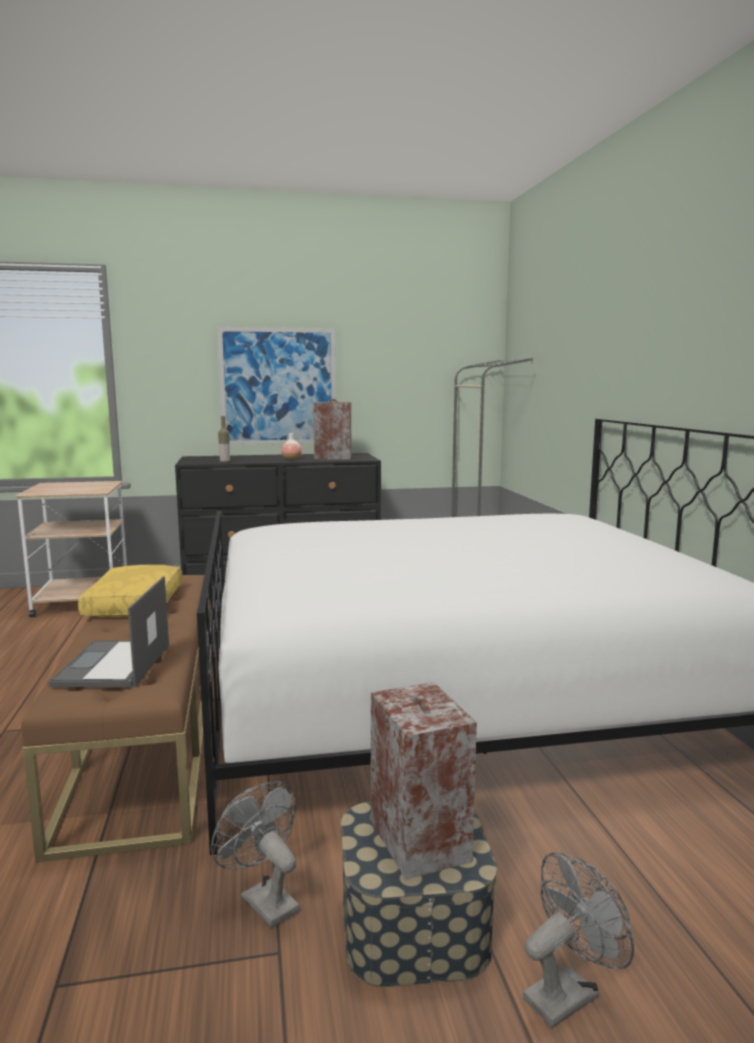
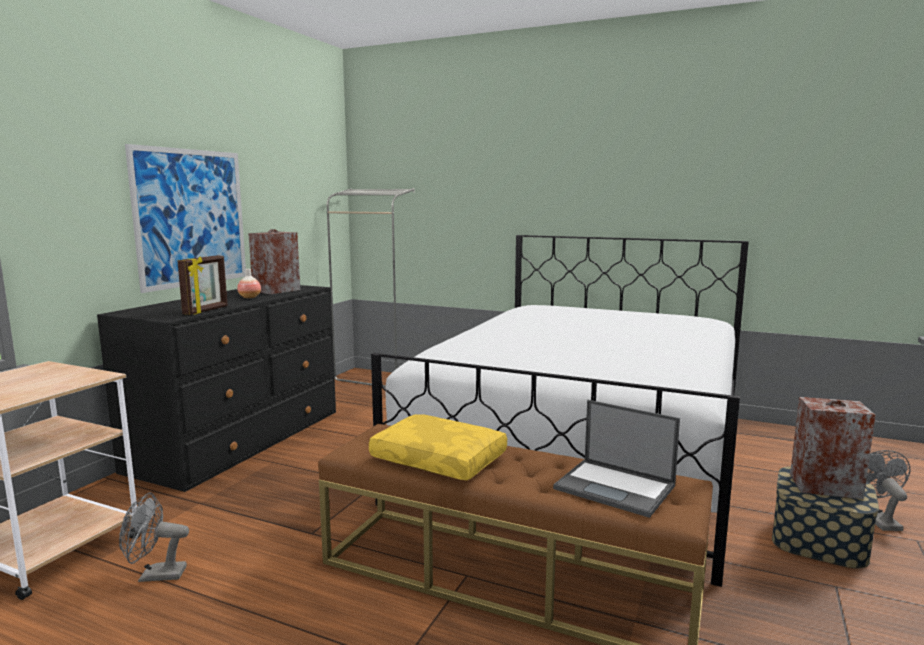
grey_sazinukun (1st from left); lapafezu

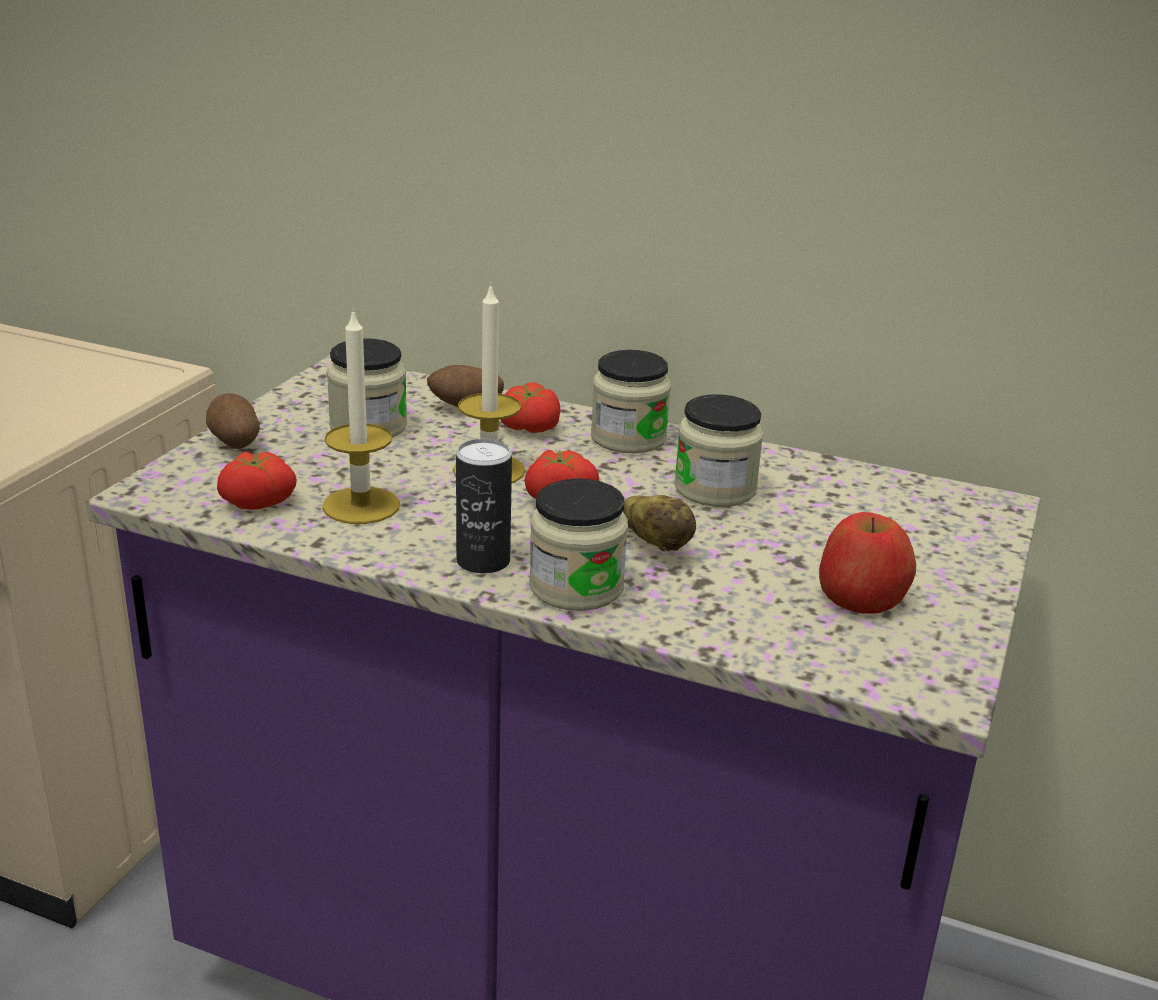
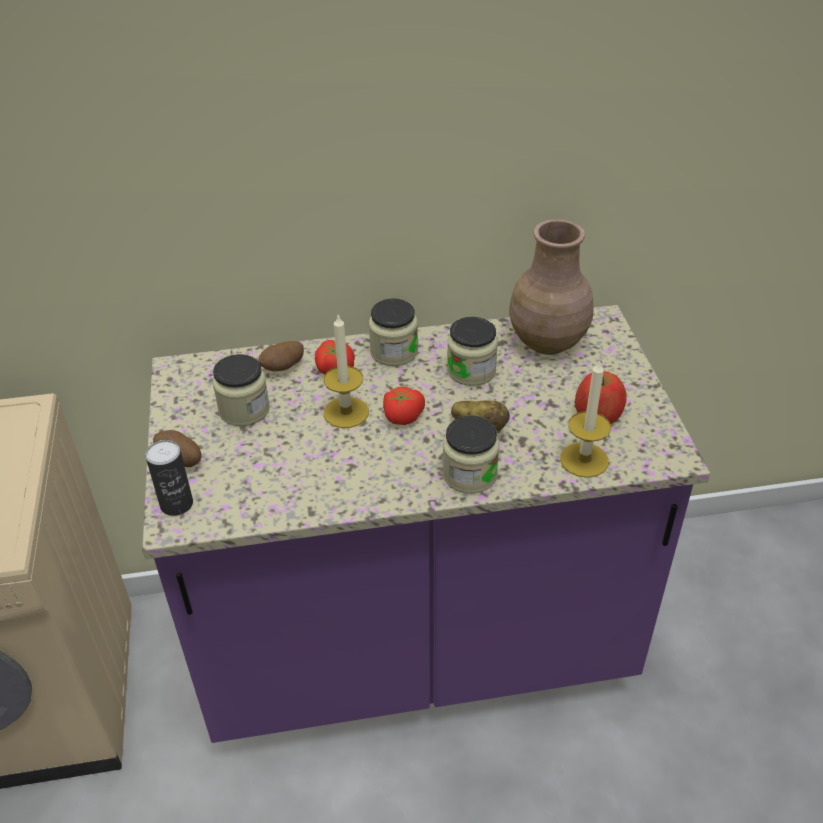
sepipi (1st from left in the first image); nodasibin (2nd from left); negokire; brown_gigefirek

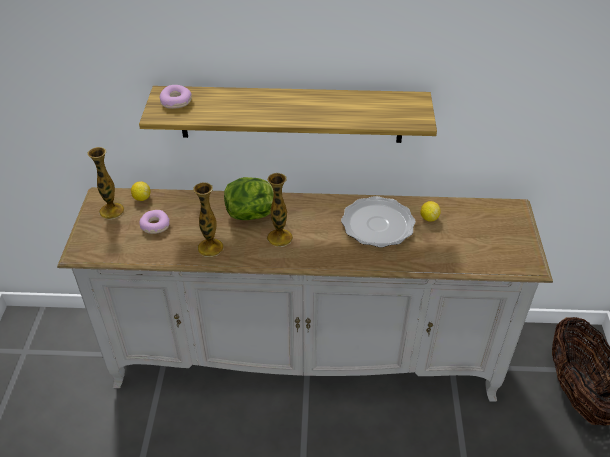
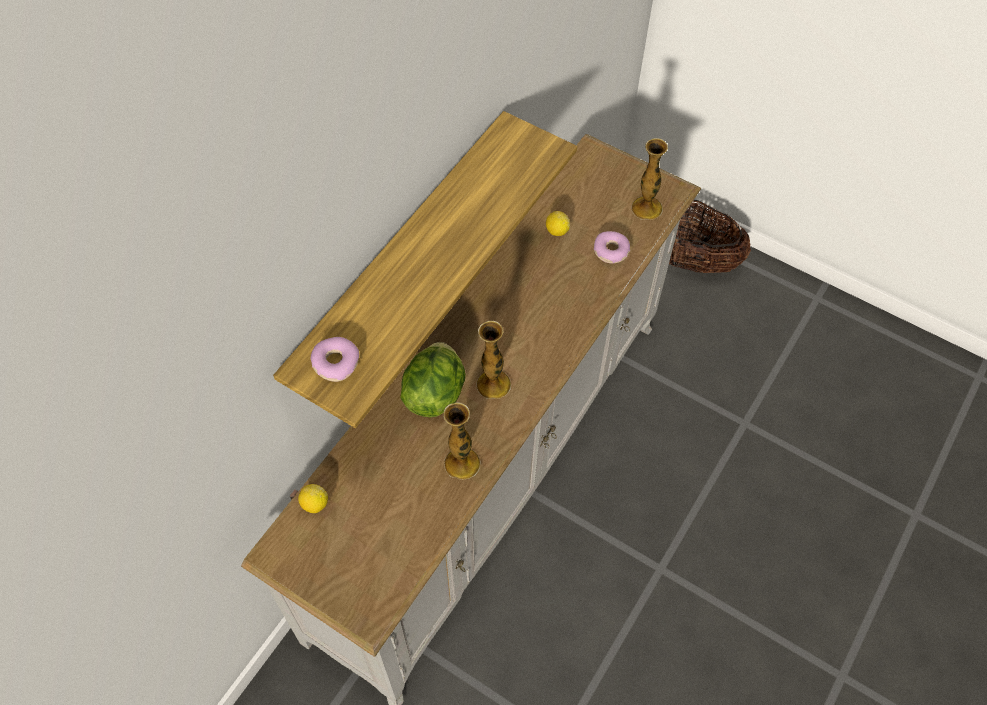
gigefirek (3rd from left); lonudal (2nd from left); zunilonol

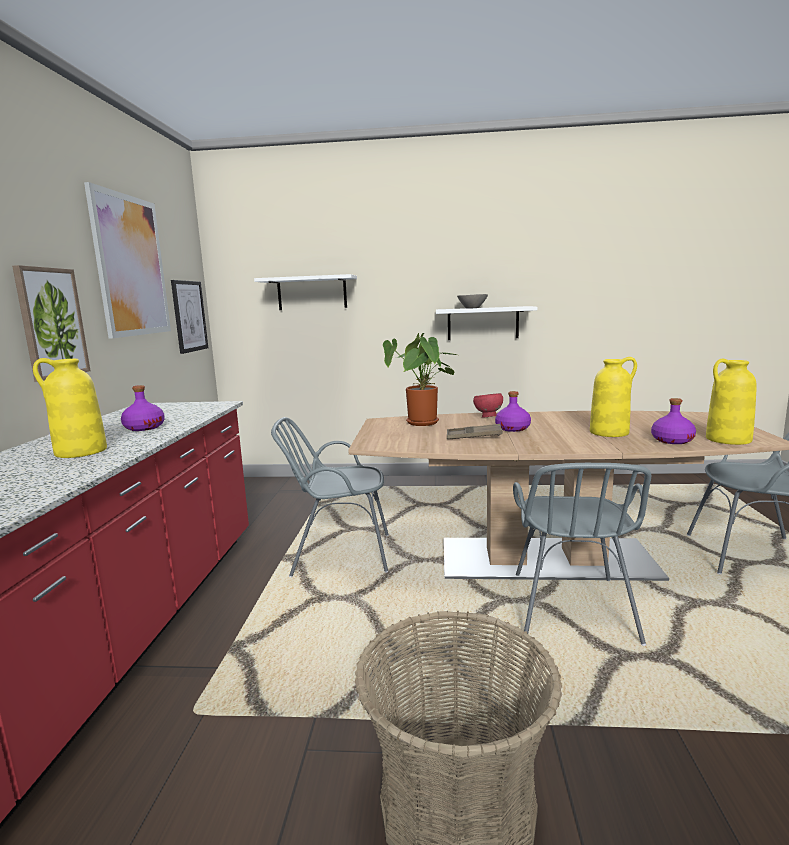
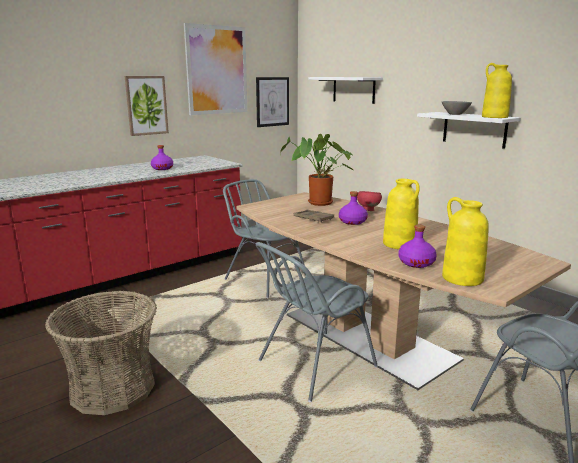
yellow_gigefirek (3rd from left)

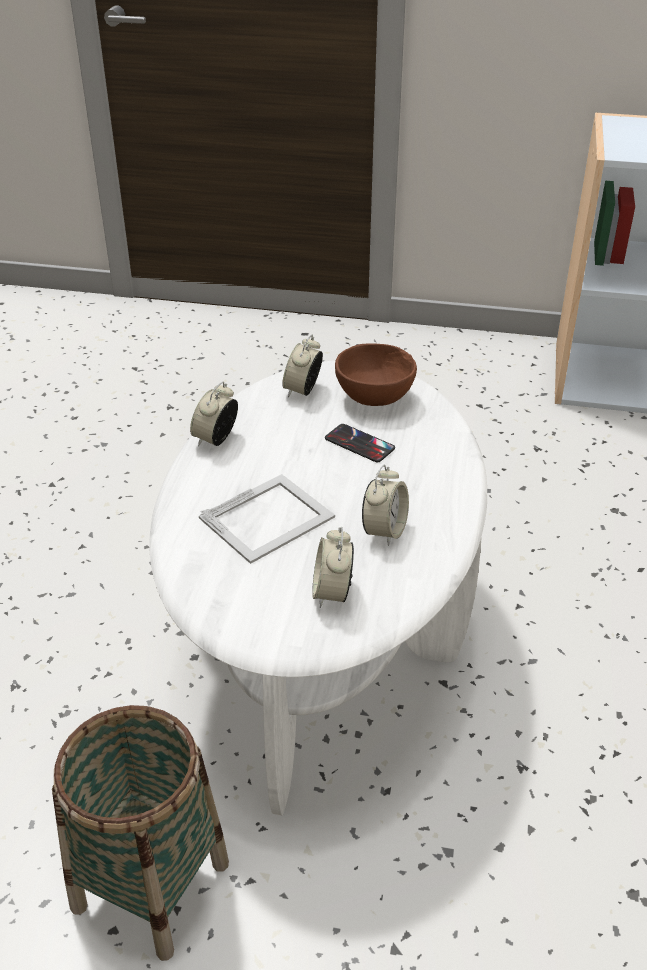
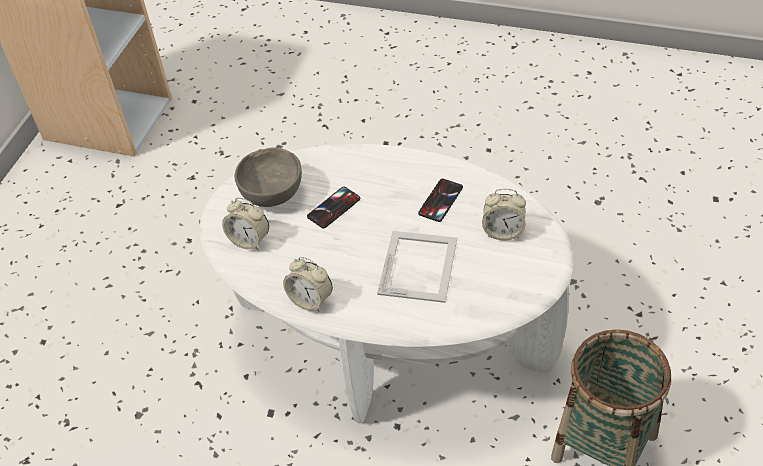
lapafezu; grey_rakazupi; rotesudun (2nd from left)

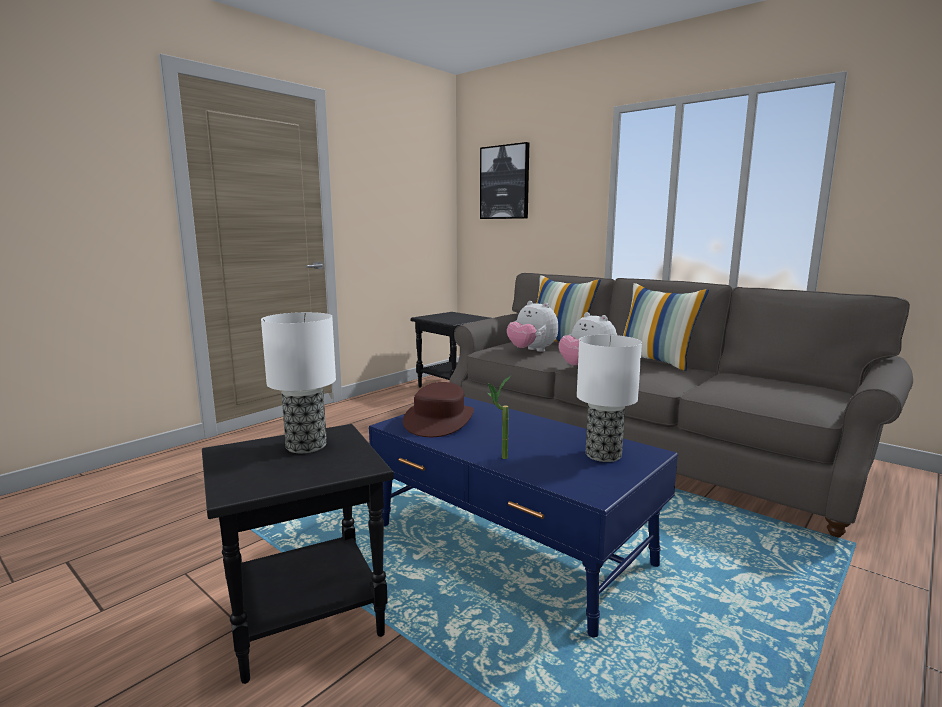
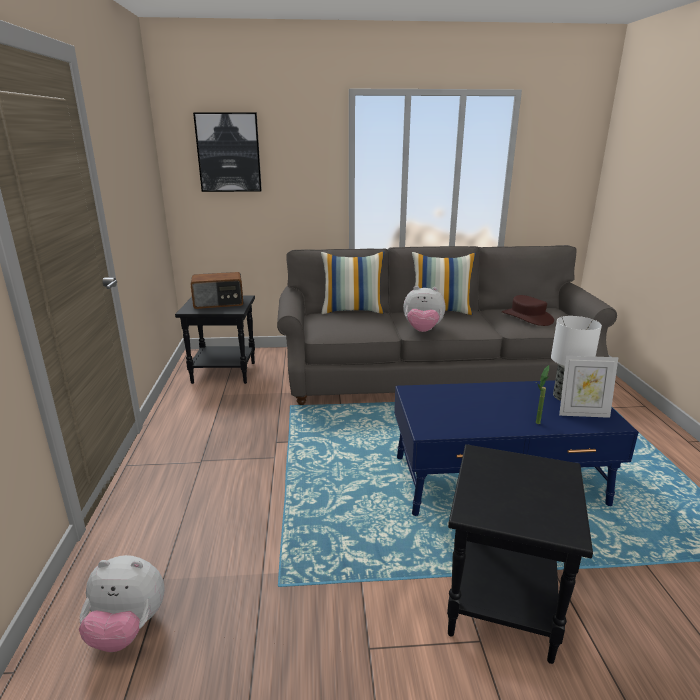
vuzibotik (1st from left in the first image); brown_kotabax; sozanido (1st from left); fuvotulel; lapafezu

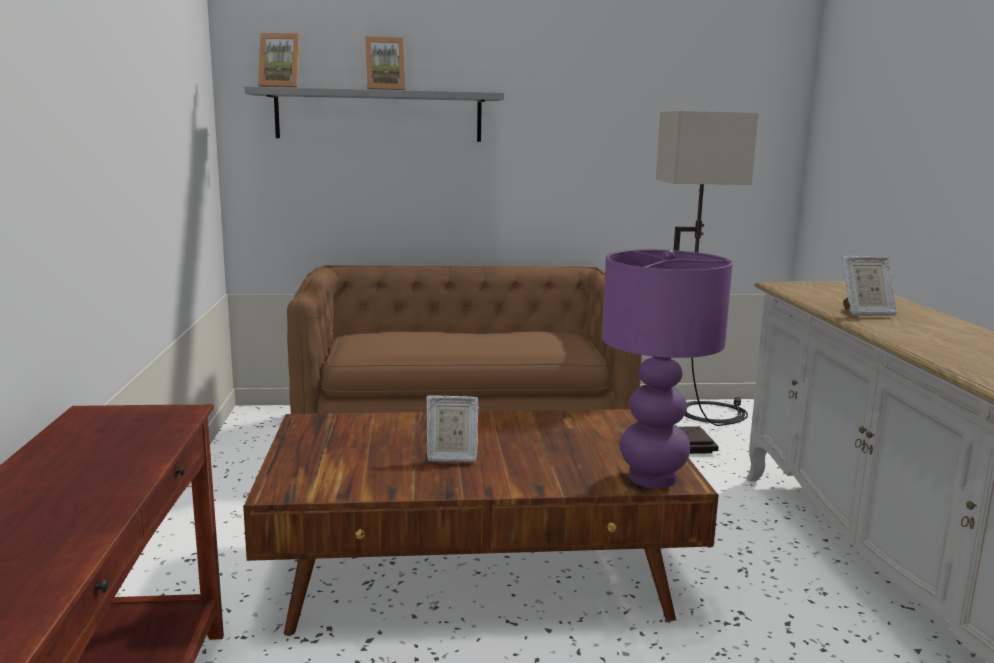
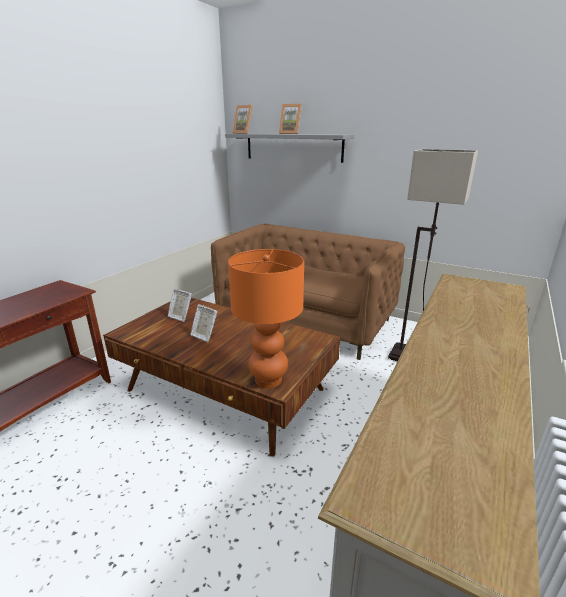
orange_vuzibotik; lapafezu (1st from left)

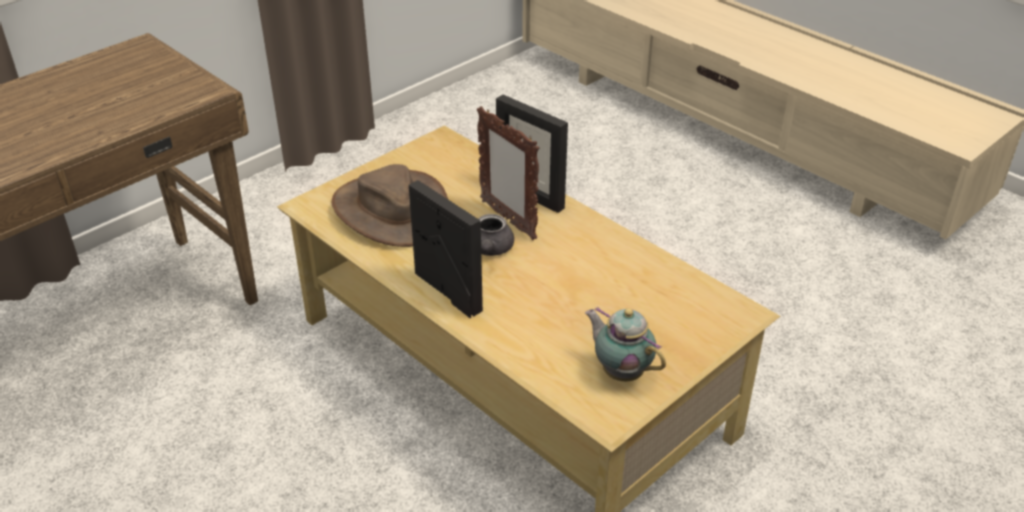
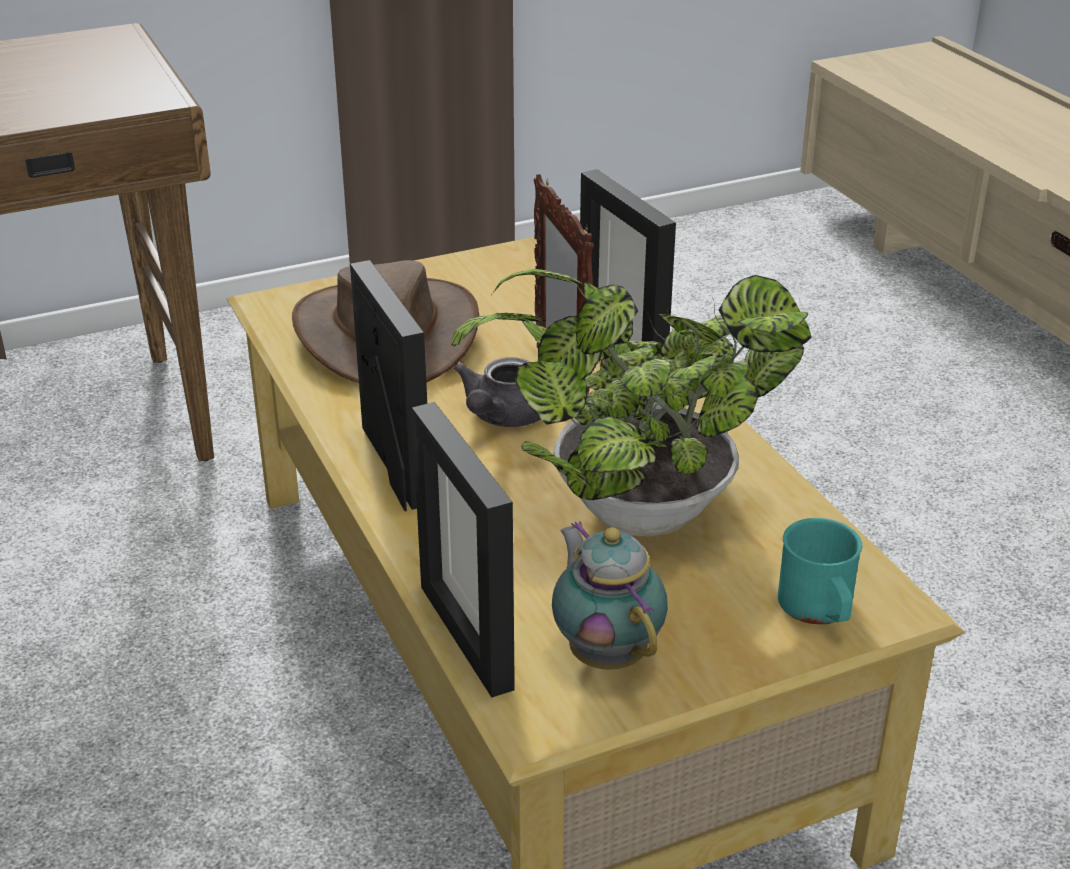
lapafezu (2nd from left); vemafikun; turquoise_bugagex

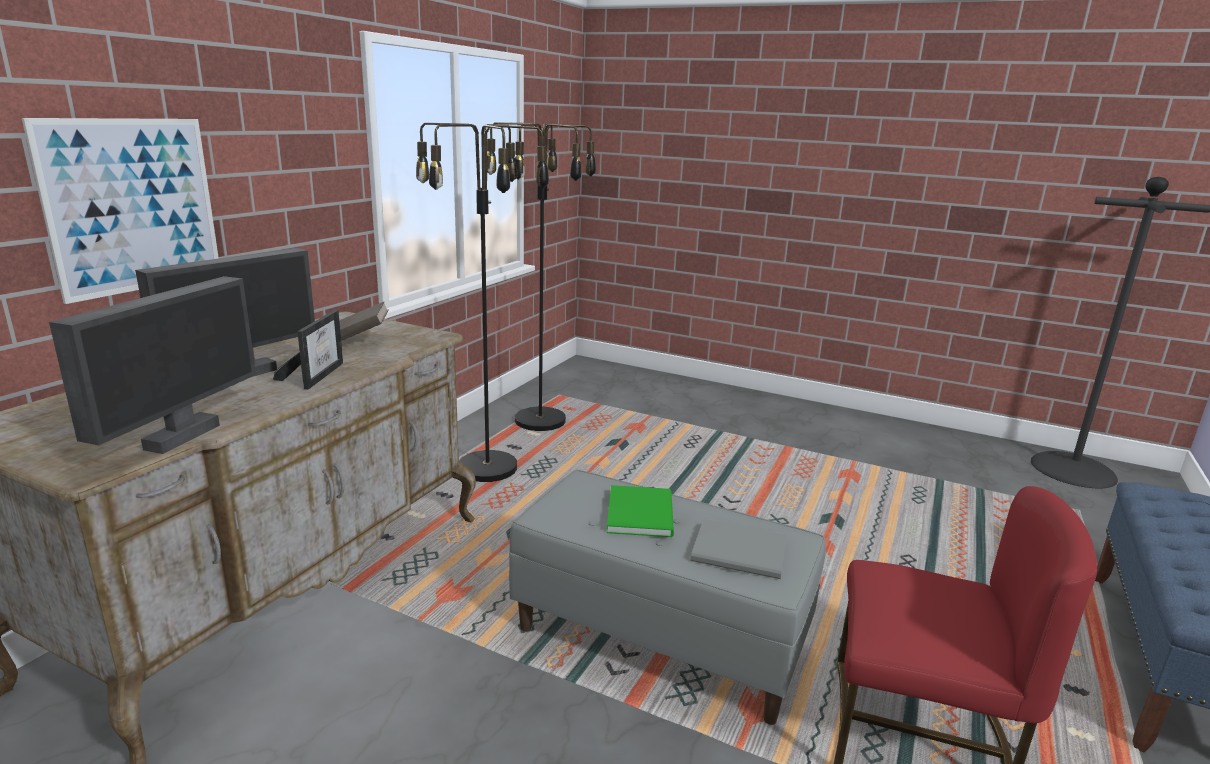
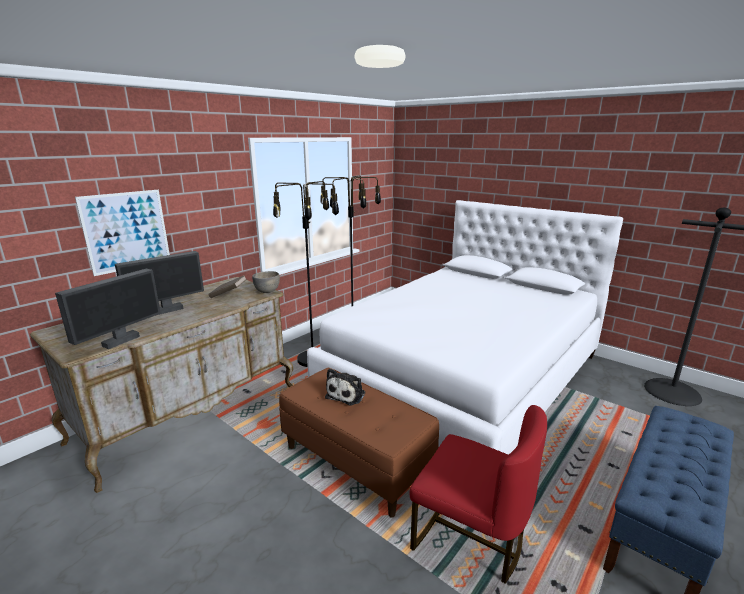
lapafezu; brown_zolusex; sozanido; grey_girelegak; grey_rakazupi; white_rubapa

